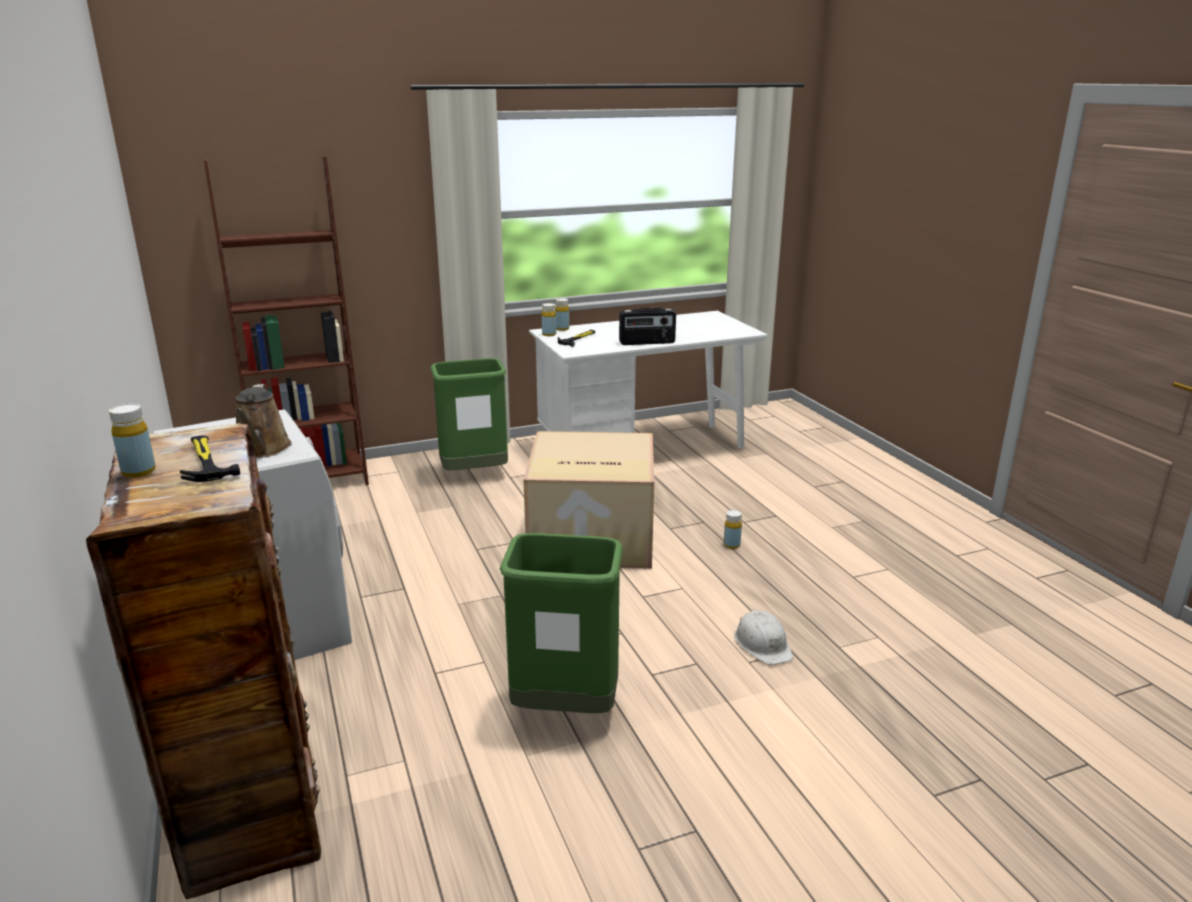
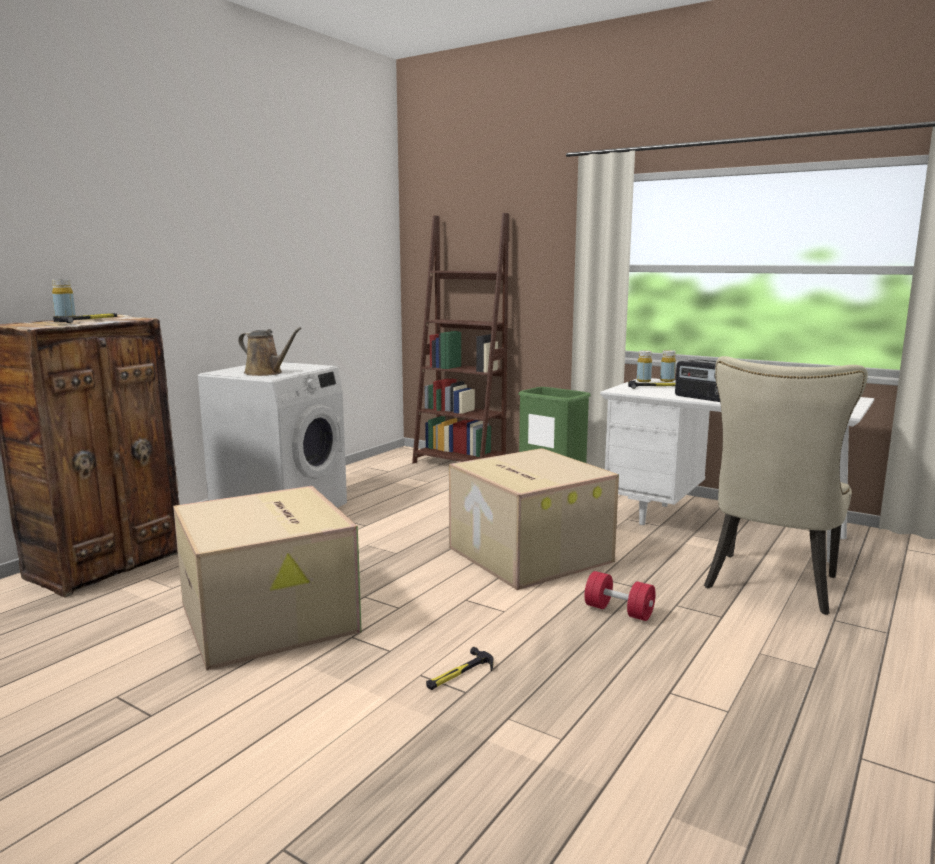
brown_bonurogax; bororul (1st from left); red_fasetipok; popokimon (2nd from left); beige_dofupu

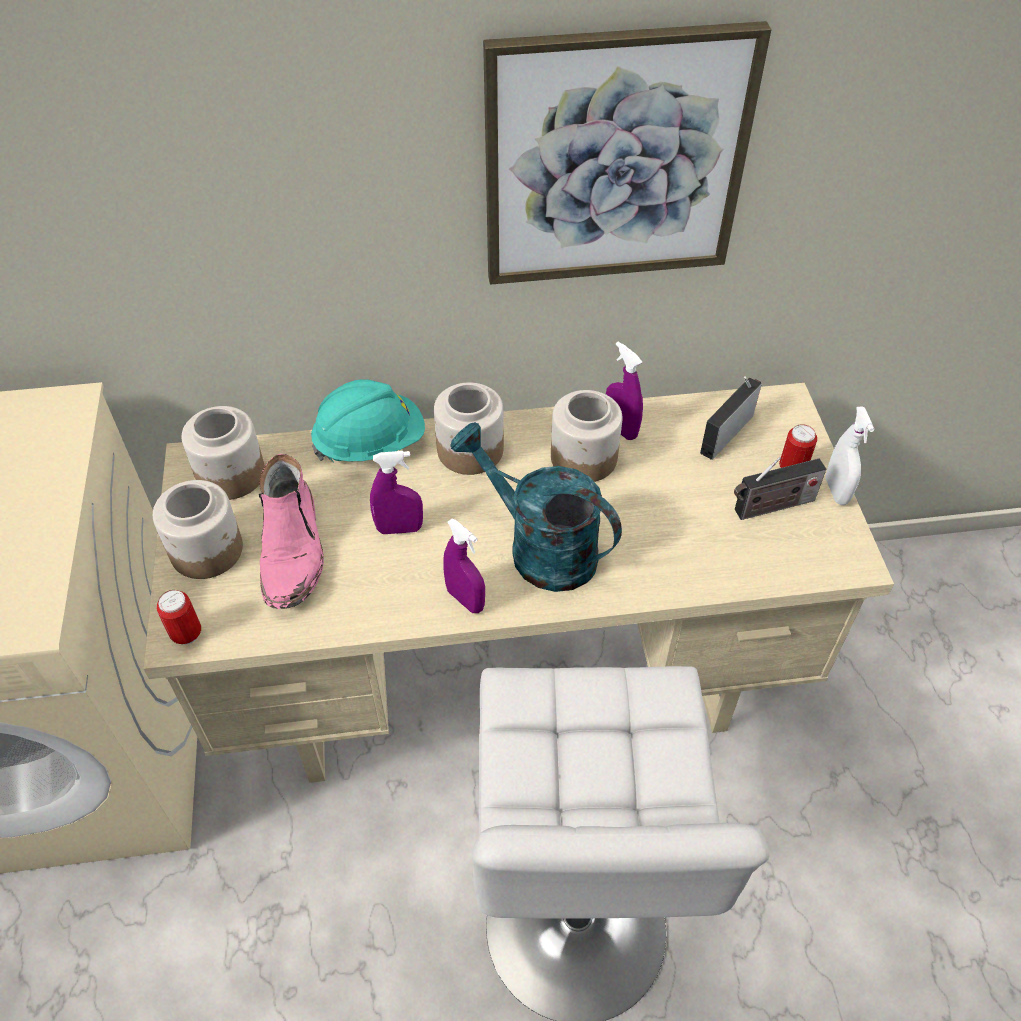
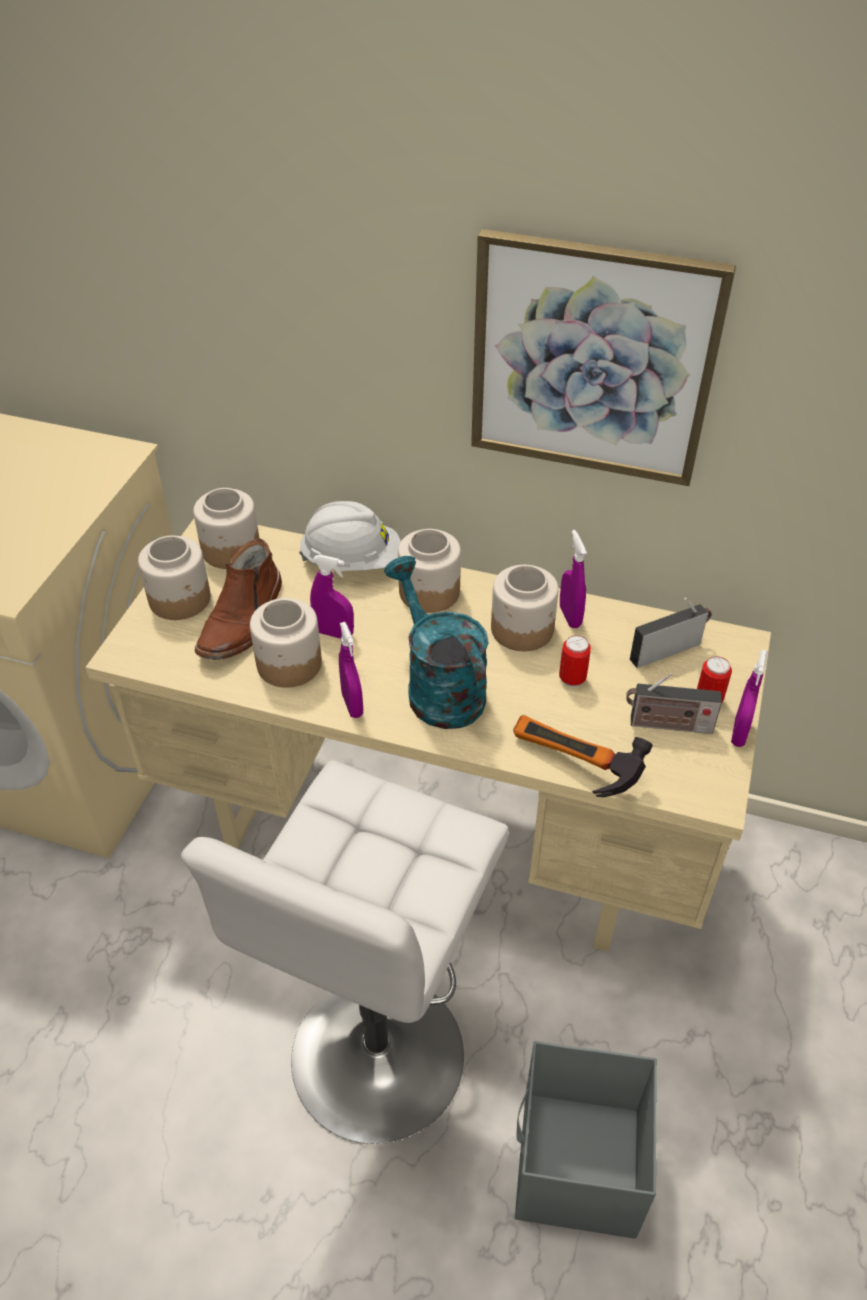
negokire (1st from left); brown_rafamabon; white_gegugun; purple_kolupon (4th from left); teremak (3rd from left); popokimon; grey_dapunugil

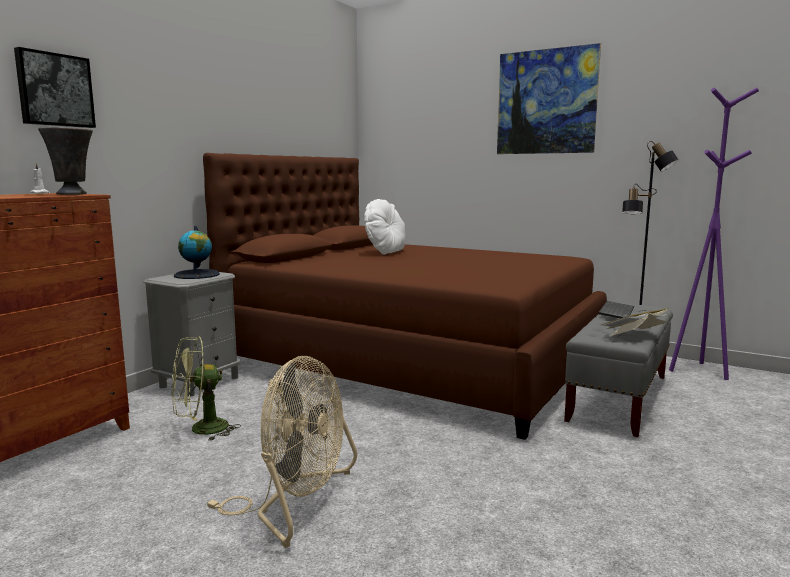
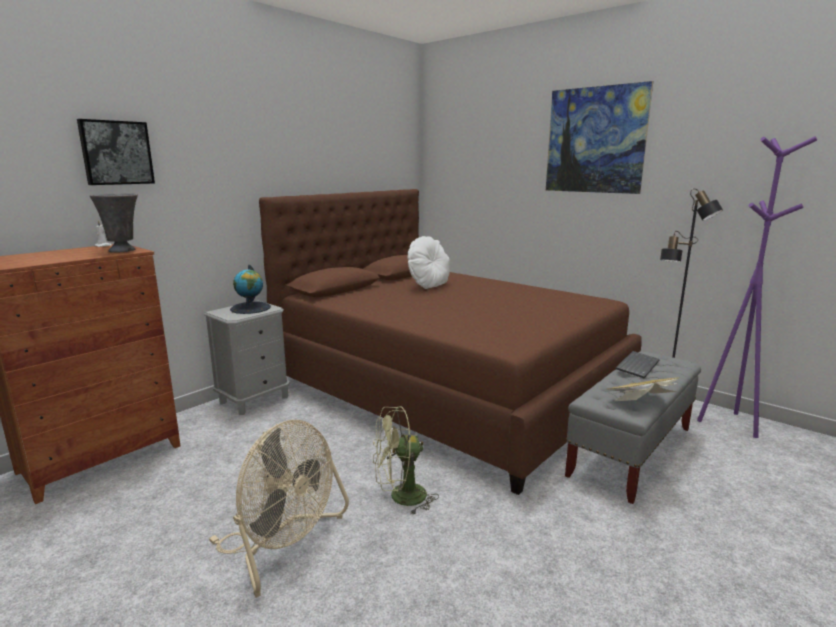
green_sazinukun

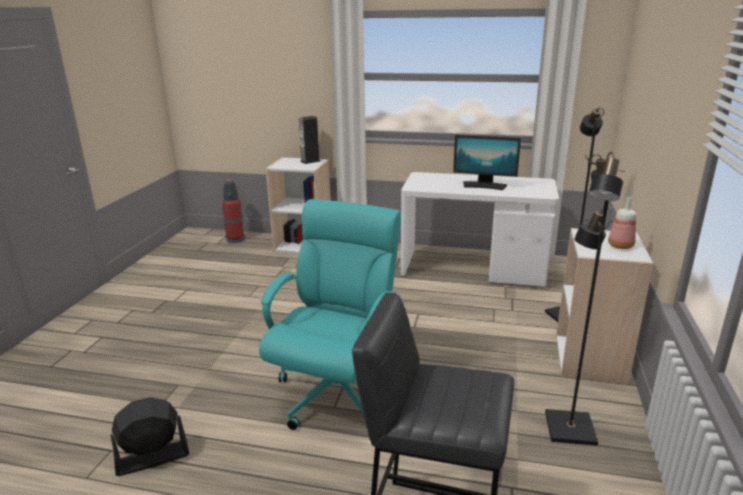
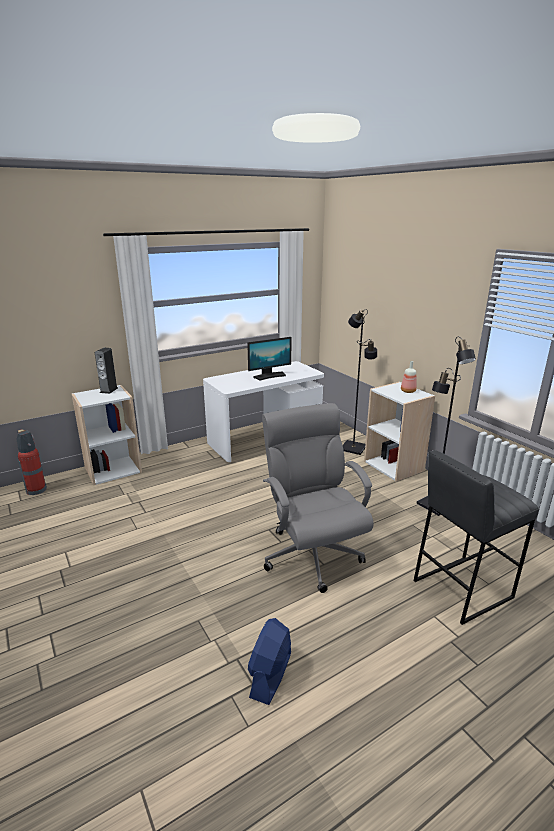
blue_sazinukun; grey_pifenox

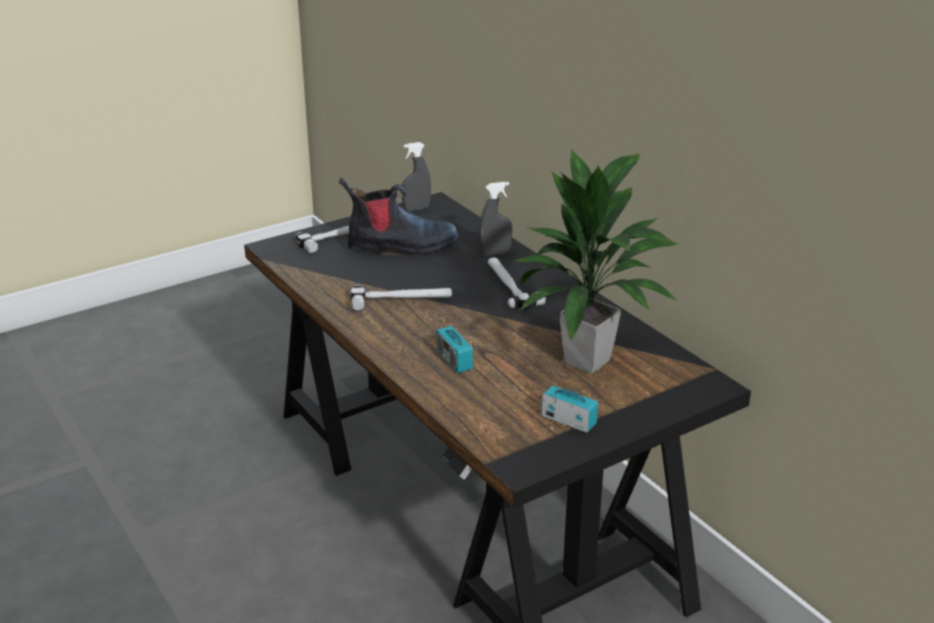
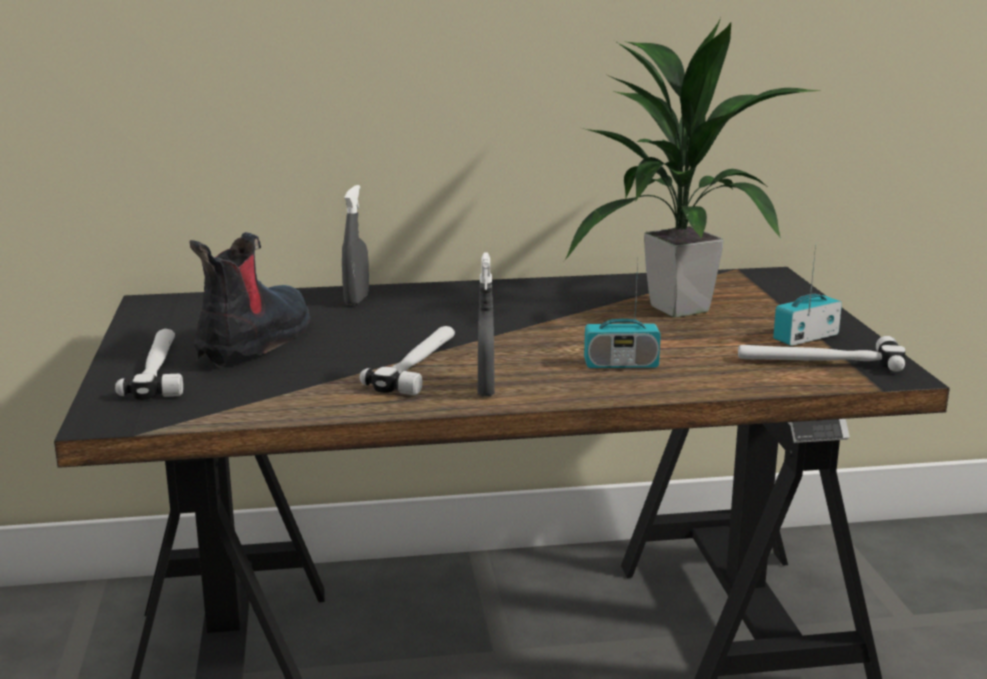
grey_kolupon (2nd from left); popokimon (3rd from left)

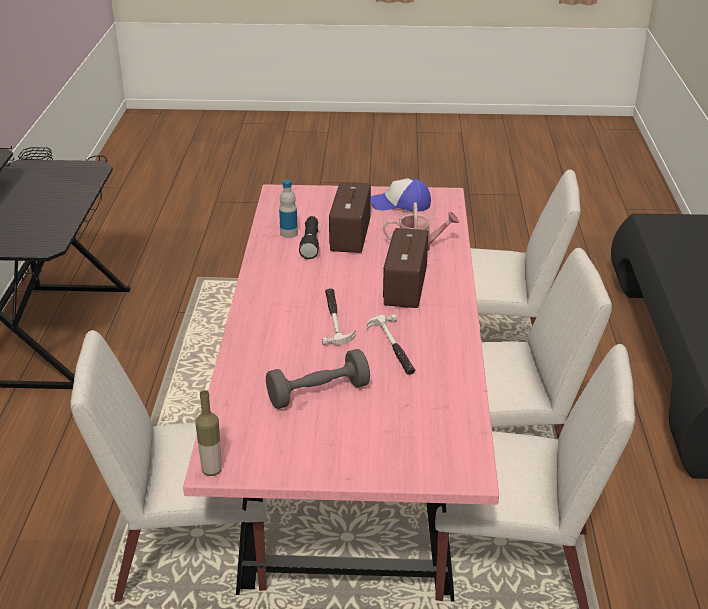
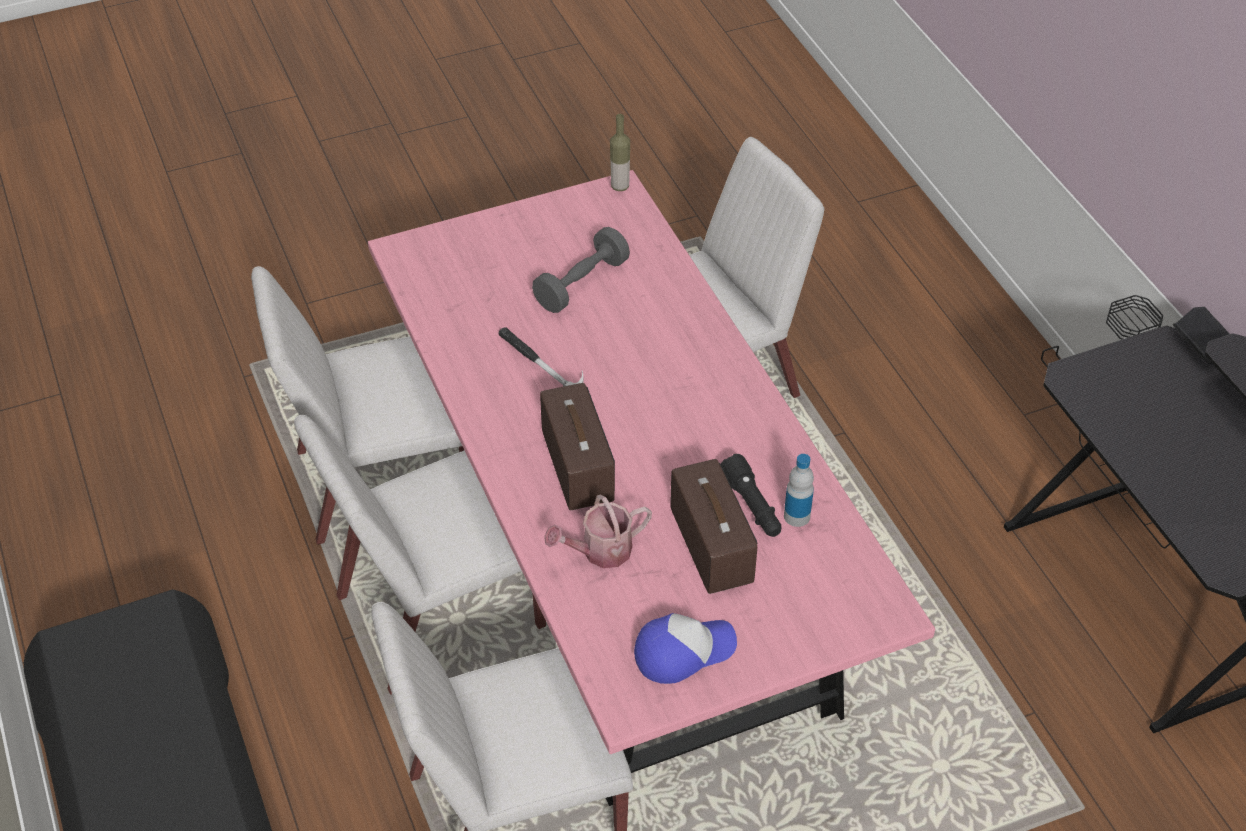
popokimon (1st from left in the first image)

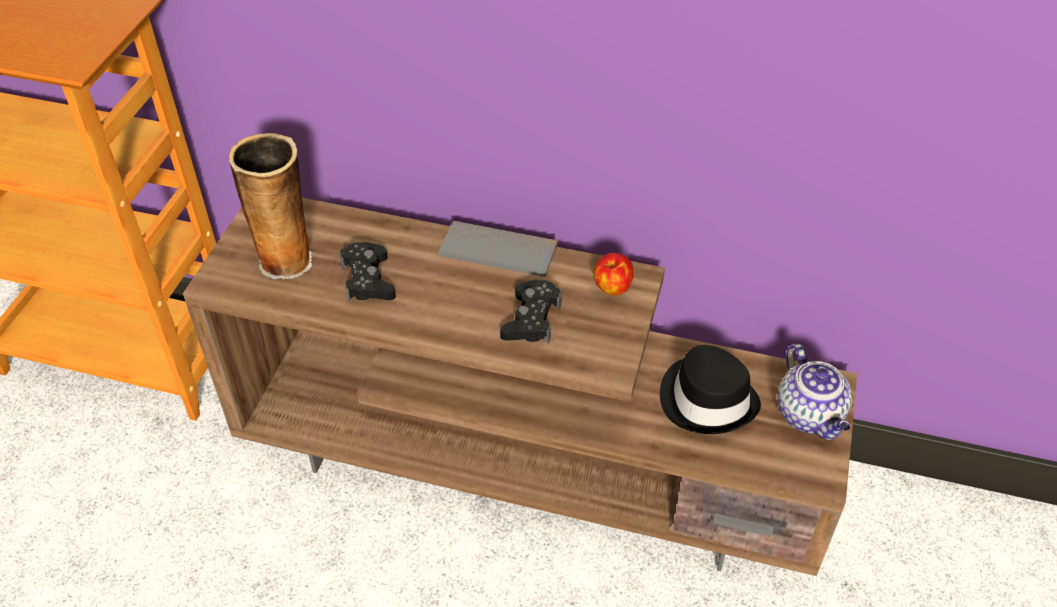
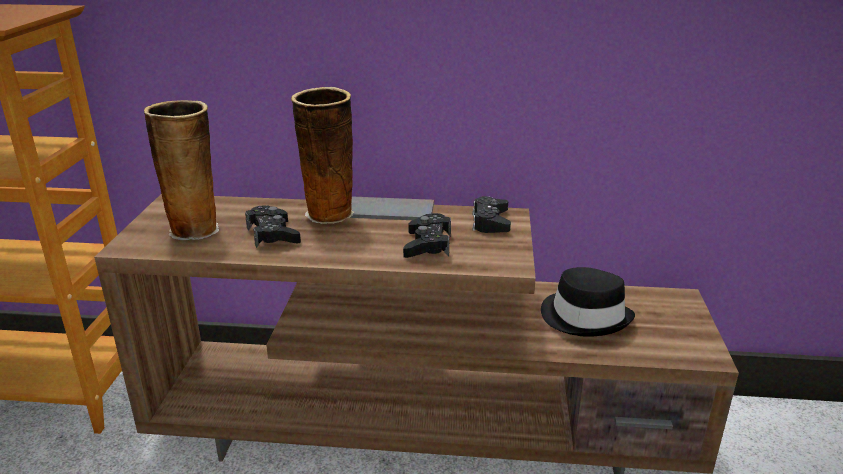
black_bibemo (3rd from left); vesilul; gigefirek (2nd from left)

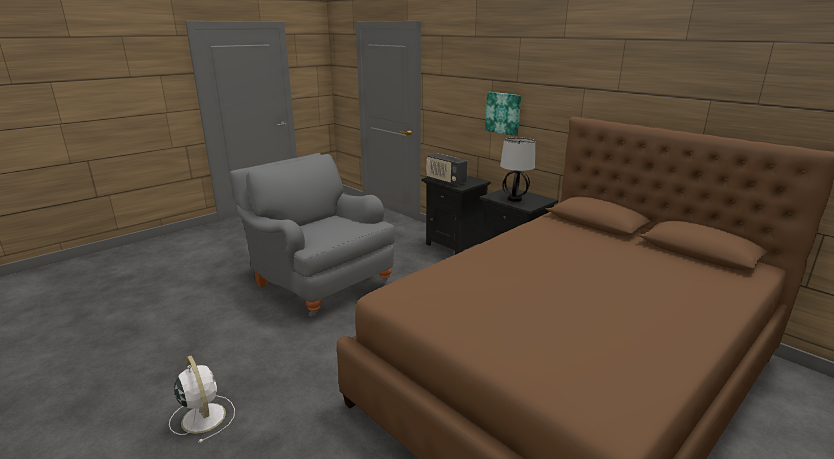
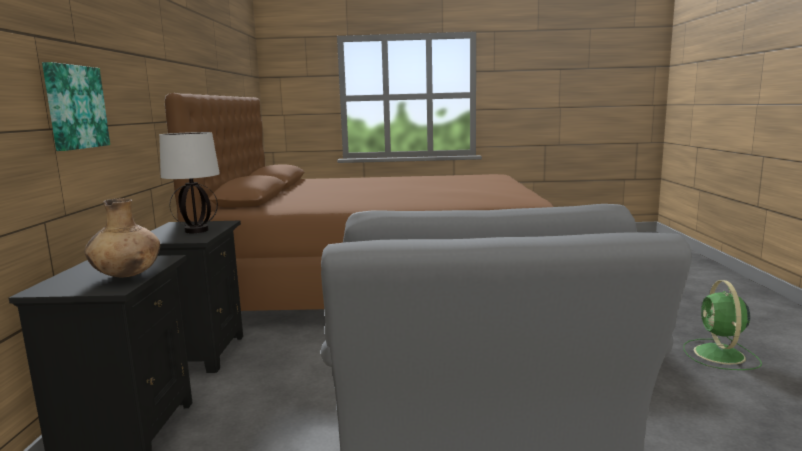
green_sazinukun; brown_gigefirek

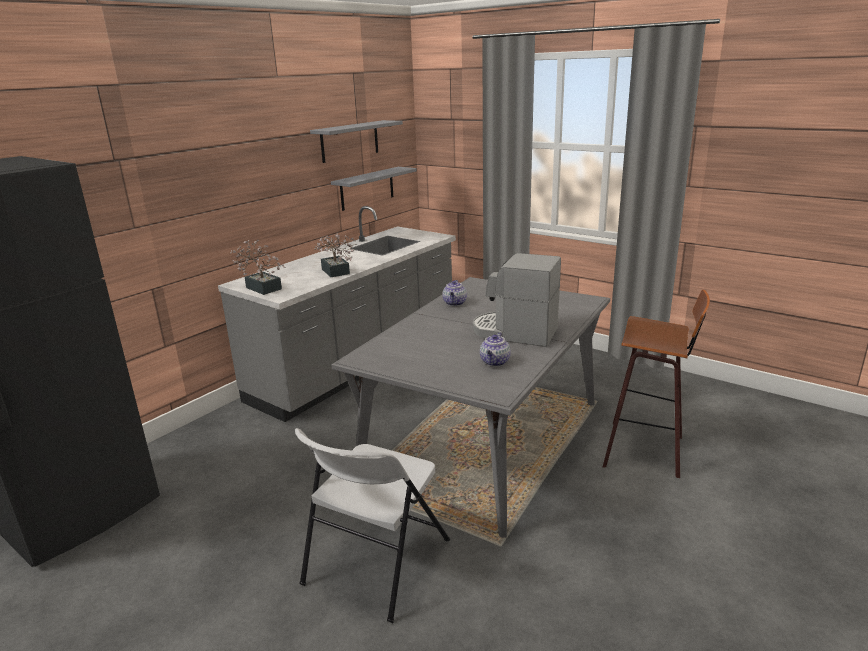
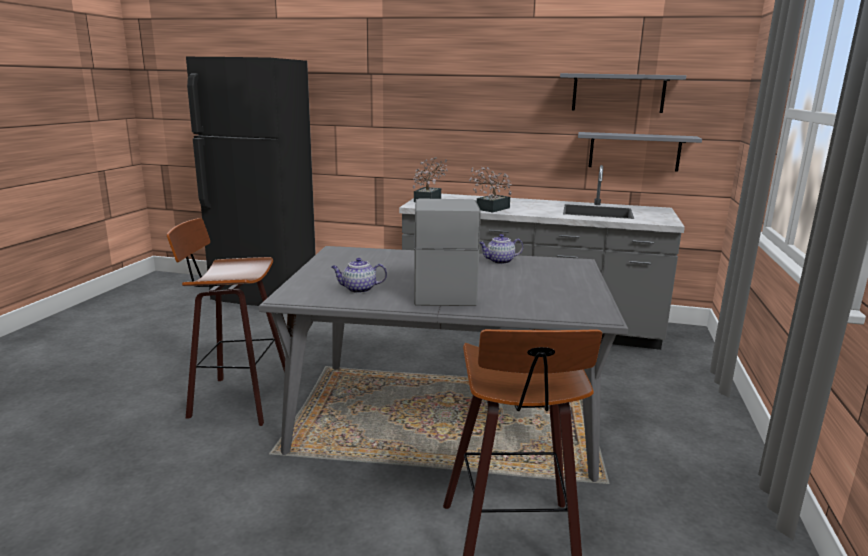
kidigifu (1st from left)

